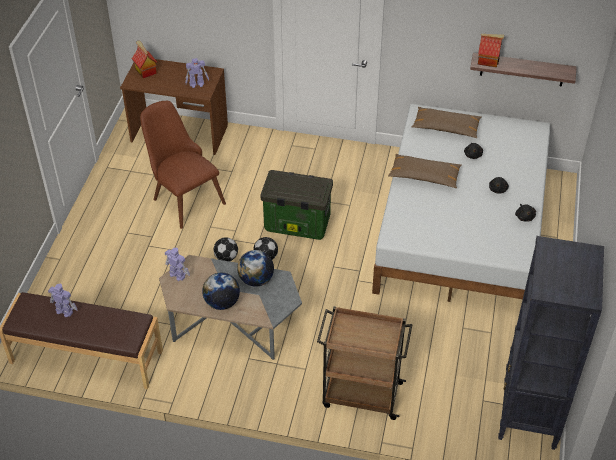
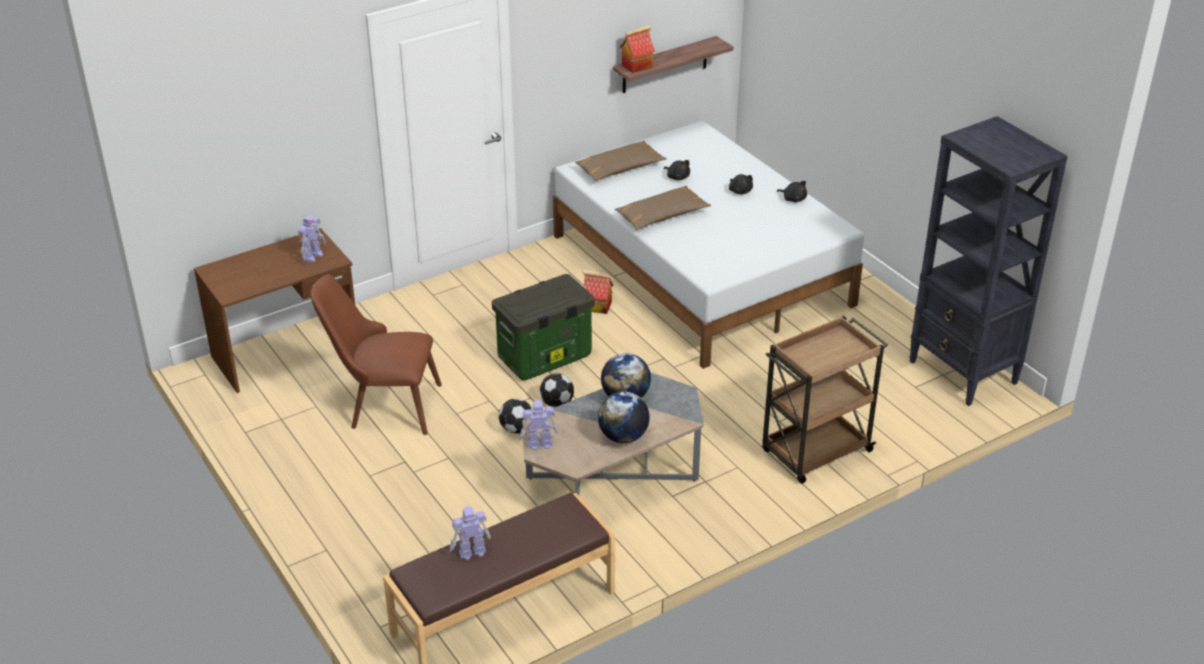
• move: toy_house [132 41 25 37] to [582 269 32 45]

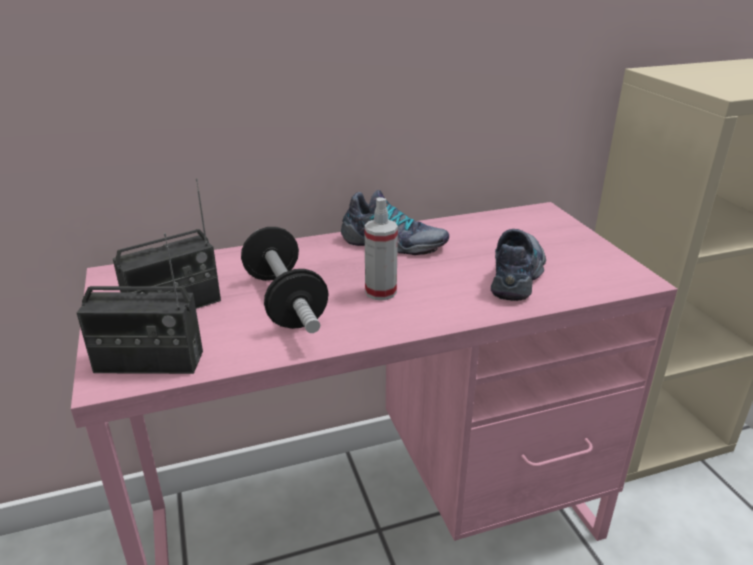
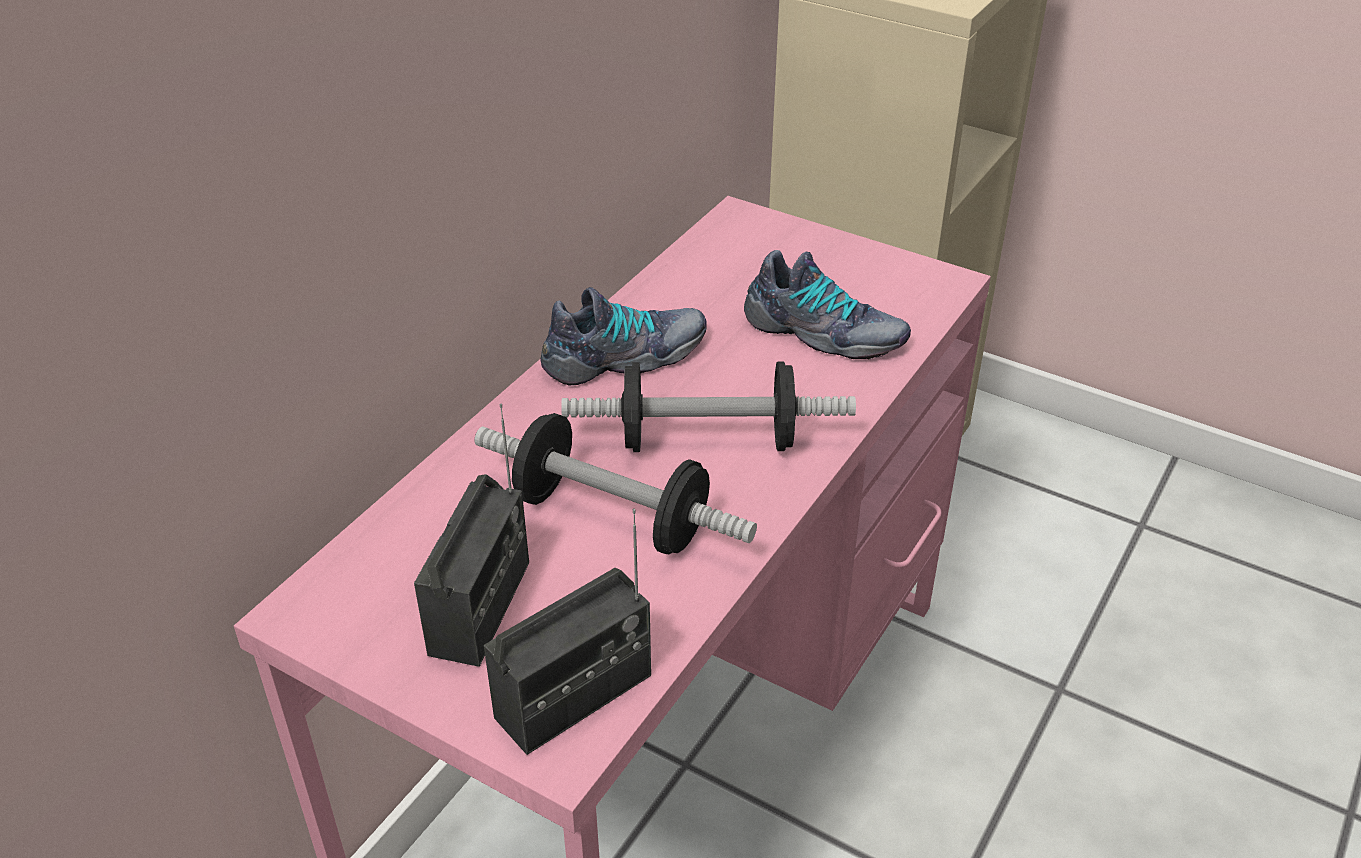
• replace: spray_bottle [364 197 34 103] to dumbbell [561 361 295 91]
• rotate: shoe [491 229 55 72] = [744 250 167 110] 135 degrees clockwise

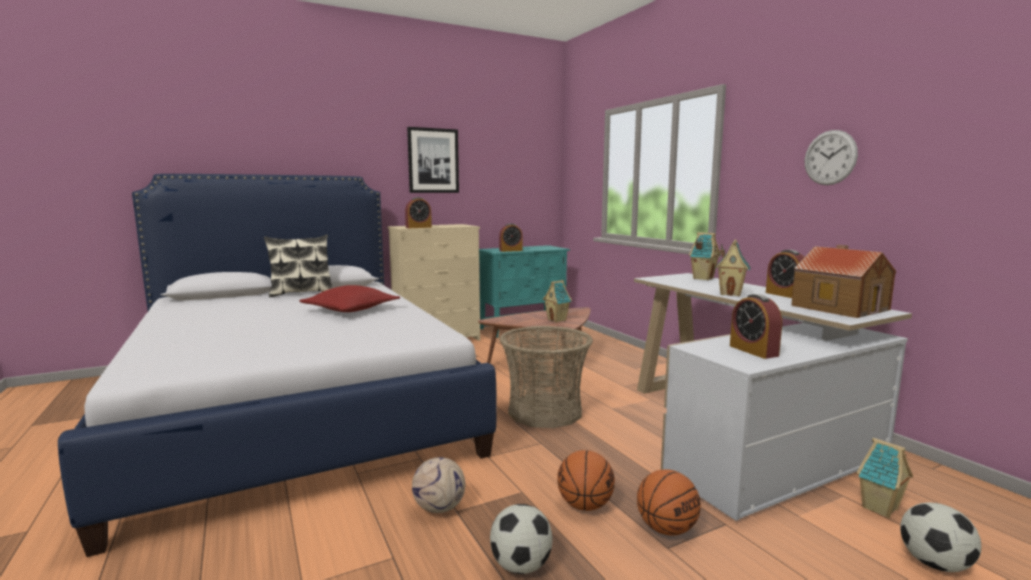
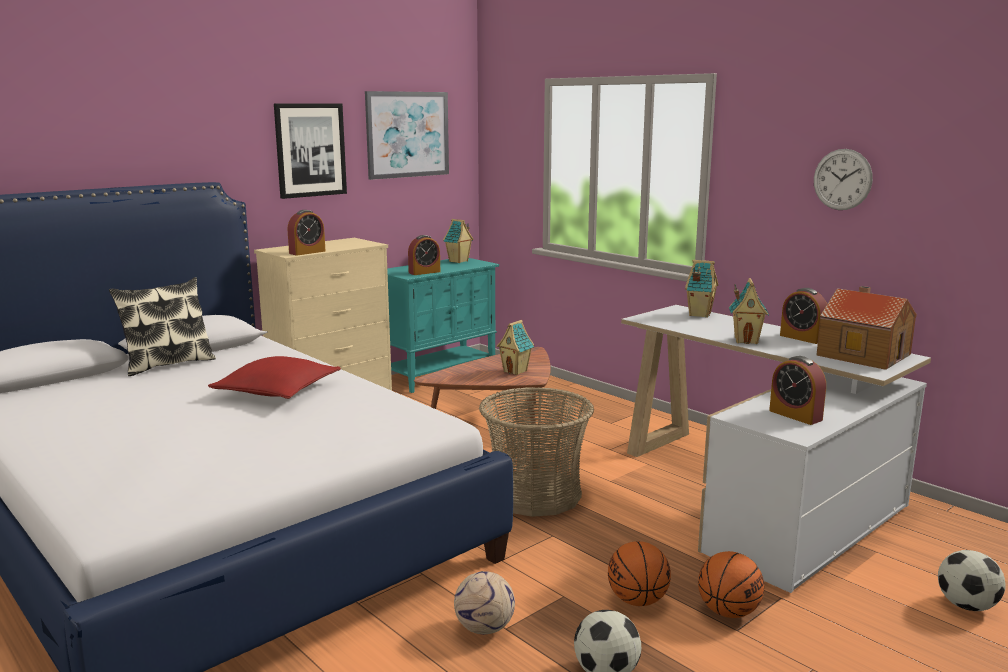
• move: toy_house [857 438 56 80] to [443 219 31 44]
• insert: picture [365 91 84 89]

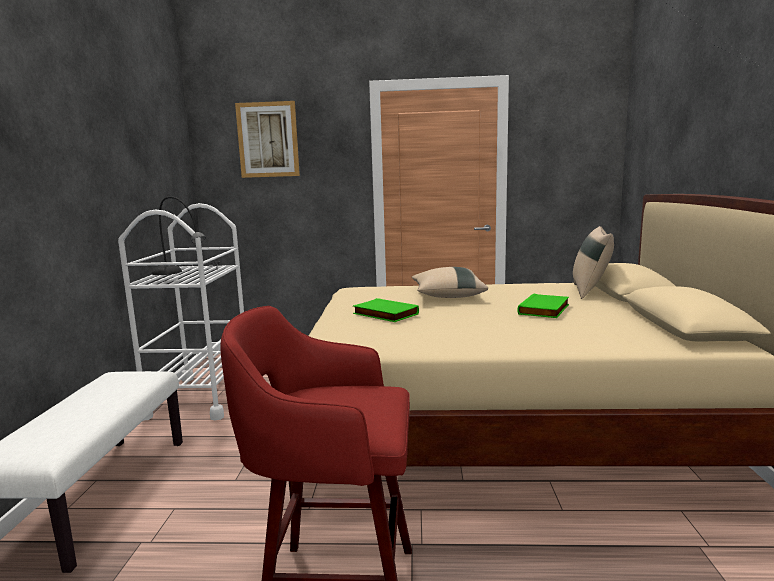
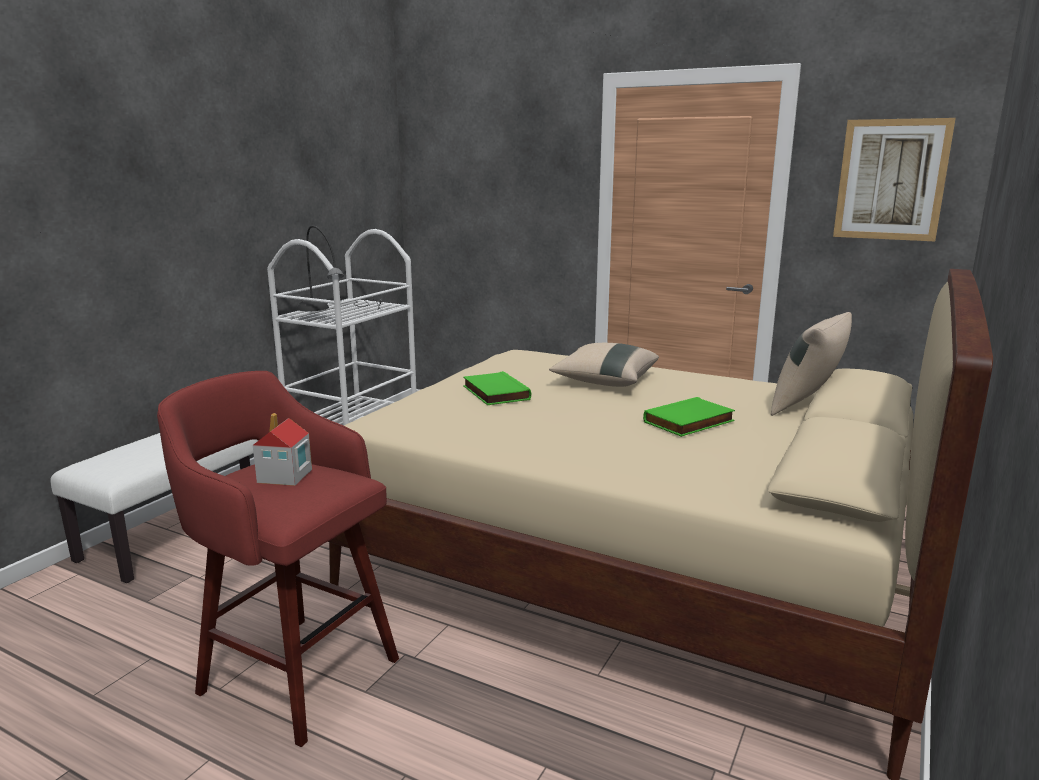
• move: picture [235 101 65 77] to [833 118 123 123]
• insert: toy_house [253 413 59 73]

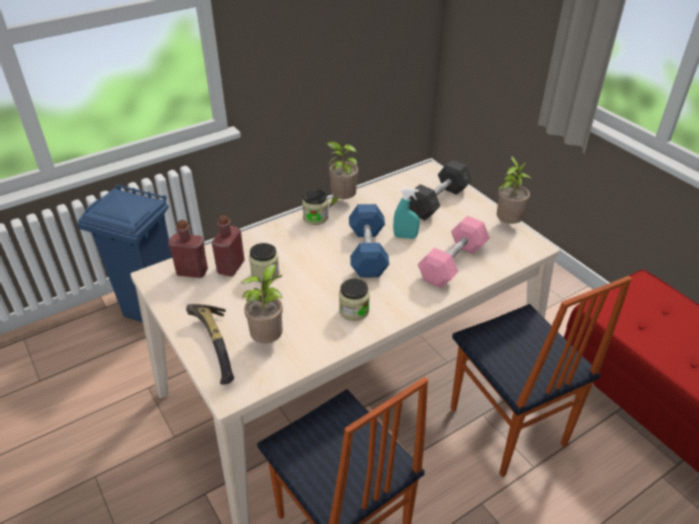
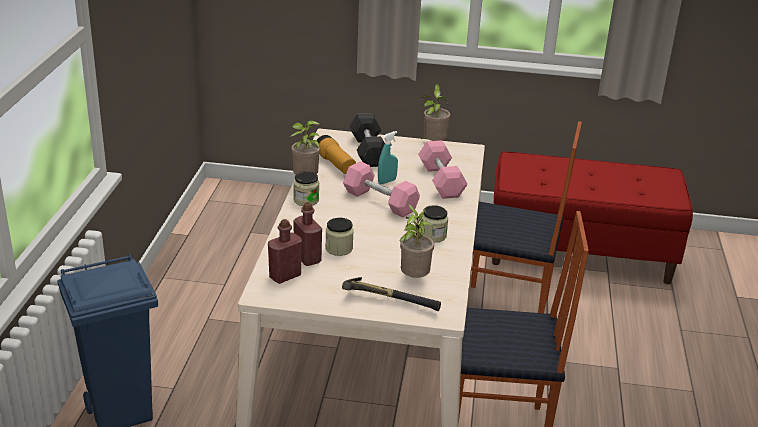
• recolor: blue_dumbbell [349 204 40 74] to pink_dumbbell [343 161 77 56]
• insert: flashlight [316 135 40 39]

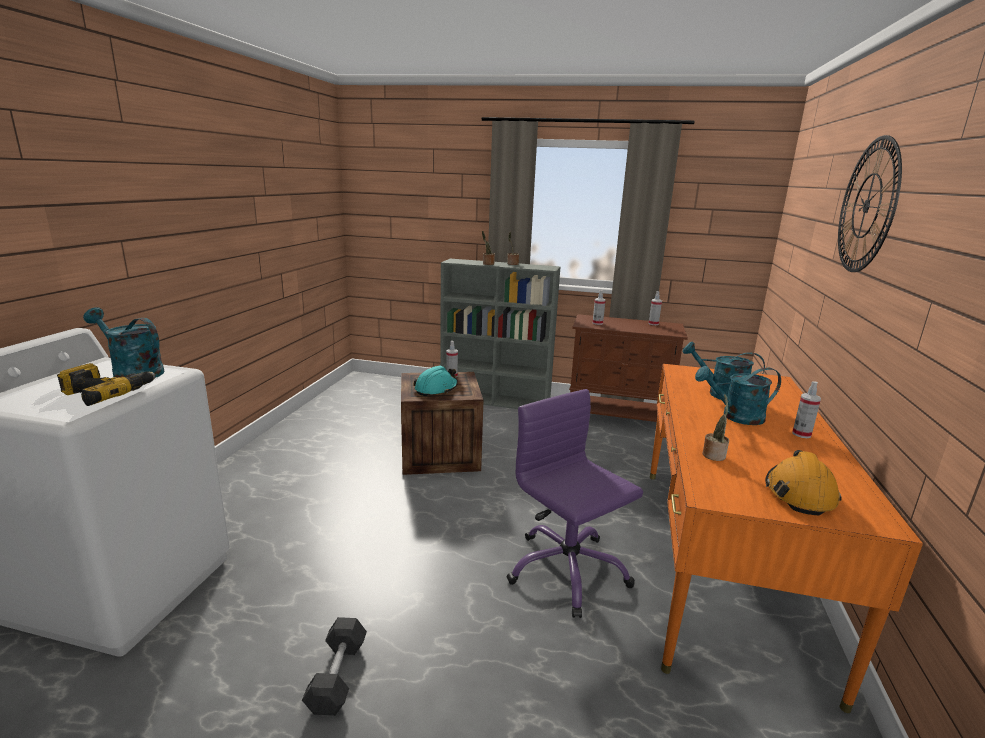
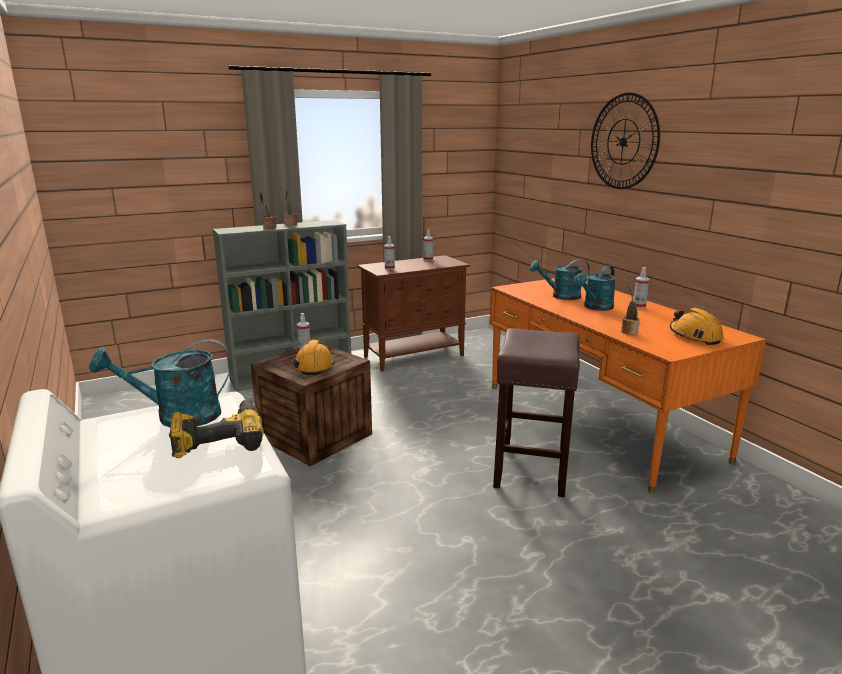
• recolor: turquoise_hard_hat [413 366 45 30] to orange_hard_hat [293 340 42 35]
• replace: purple_office_chair [506 389 137 229] to brown_stool [493 328 87 169]
• delete: grey_dumbbell [302 617 65 99]

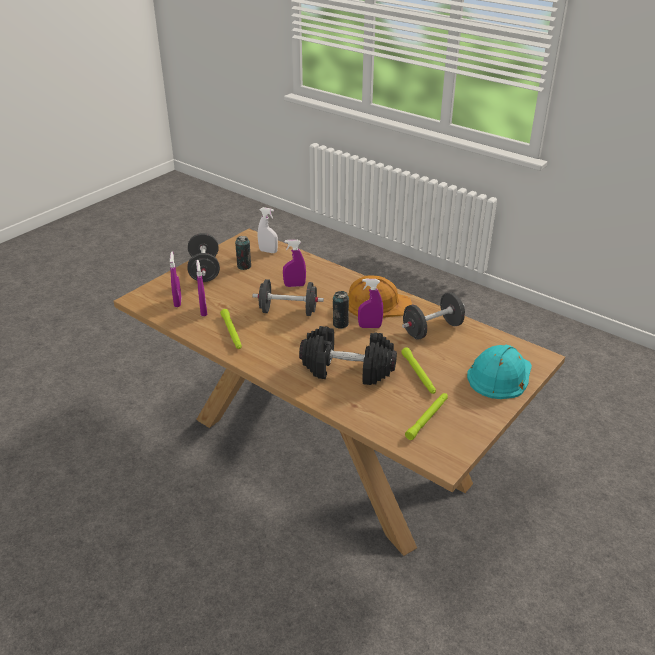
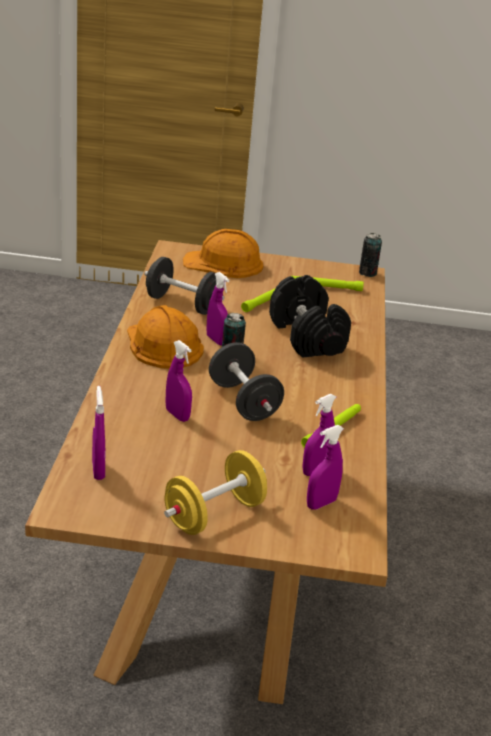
• recolor: white_spray_bottle [258 207 20 46] to purple_spray_bottle [92 386 13 94]
• recolor: black_dumbbell [187 233 33 49] to yellow_dumbbell [164 450 103 85]
• move: can [235 236 16 34] to [359 233 23 44]
• recolor: turquoise_hard_hat [467 345 65 54] to orange_hard_hat [183 229 80 49]

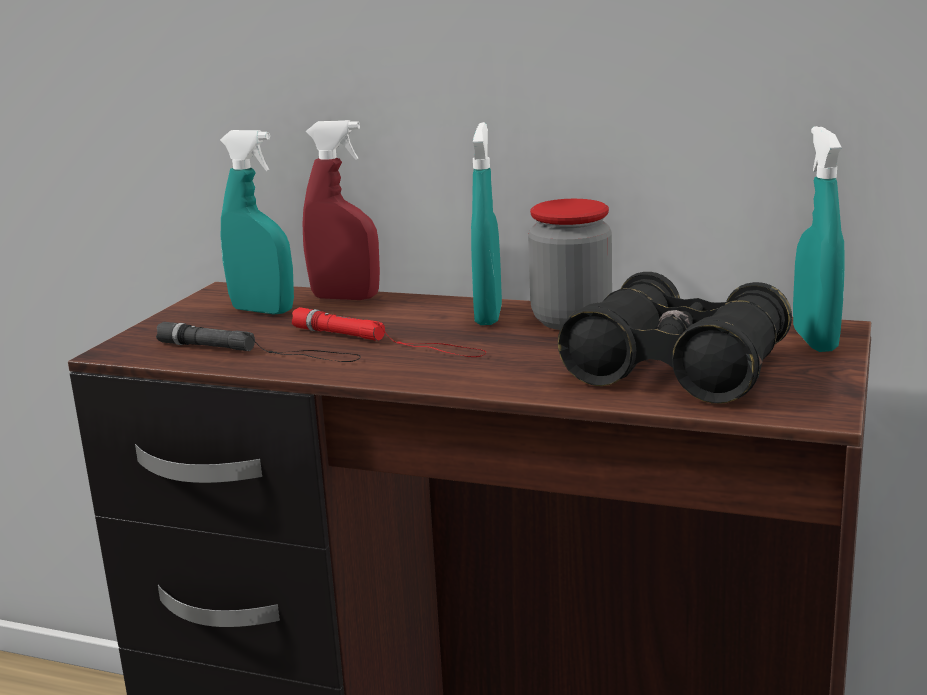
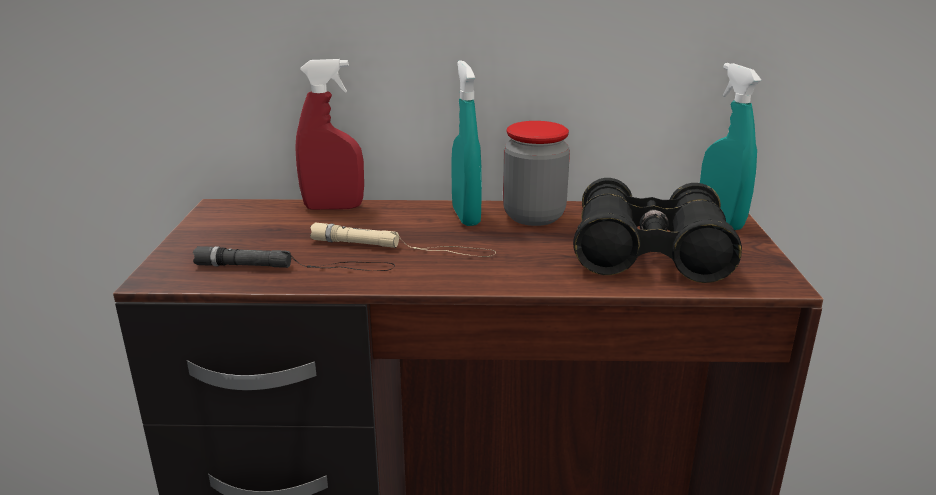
• delete: turquoise_spray_bottle [220 130 74 185]
• recolor: red_flashlight [291 307 195 50] to beige_flashlight [310 223 186 34]

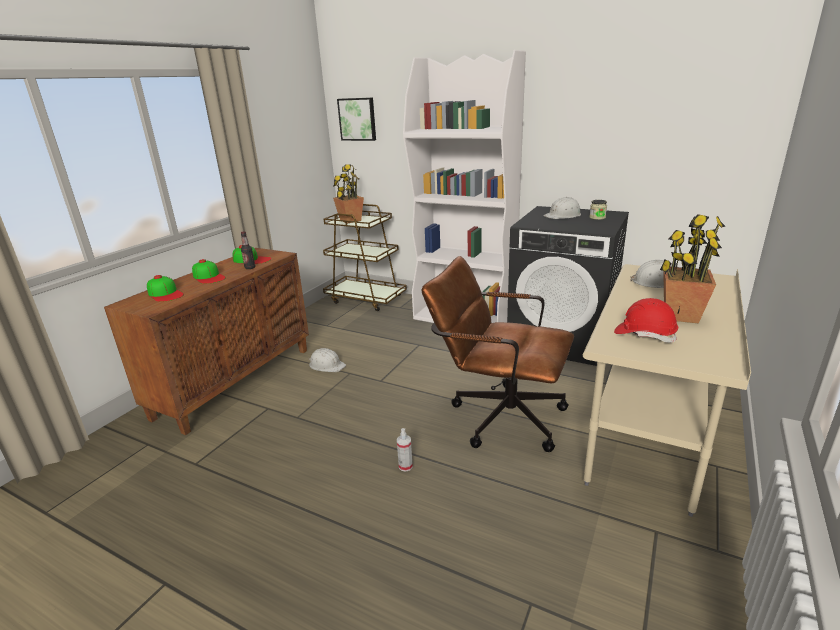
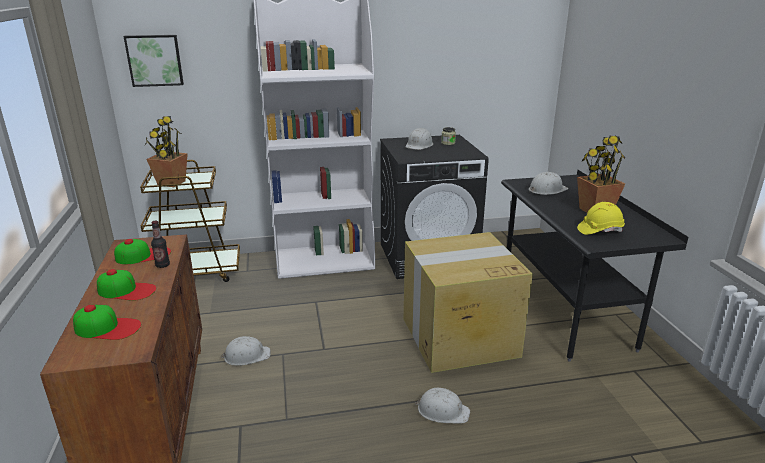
• replace: brown_office_chair [421 256 153 196] to cardboard_box [404 232 129 141]
• recolor: beige_desk [583 264 168 253] to black_desk [501 170 188 192]
• recolor: red_hard_hat [614 298 64 45] to yellow_hard_hat [577 202 48 33]
• replace: spray_bottle [397 428 16 44] to white_hard_hat [415 388 55 35]

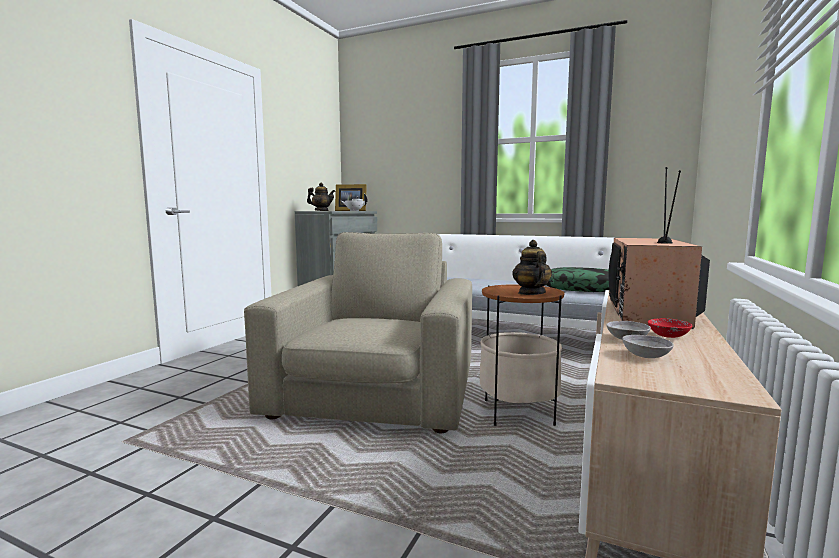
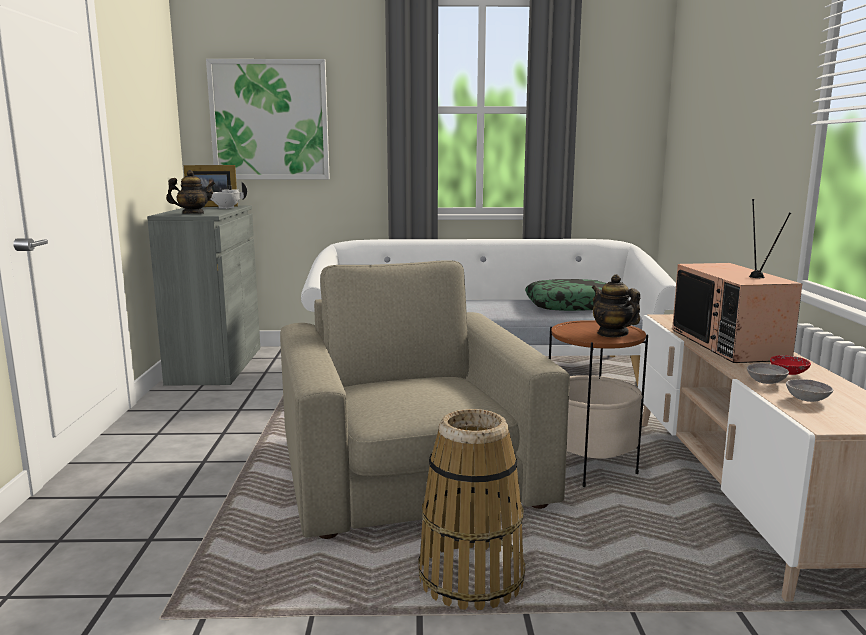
• insert: picture [206 59 124 120]
• insert: basket [418 409 107 201]

